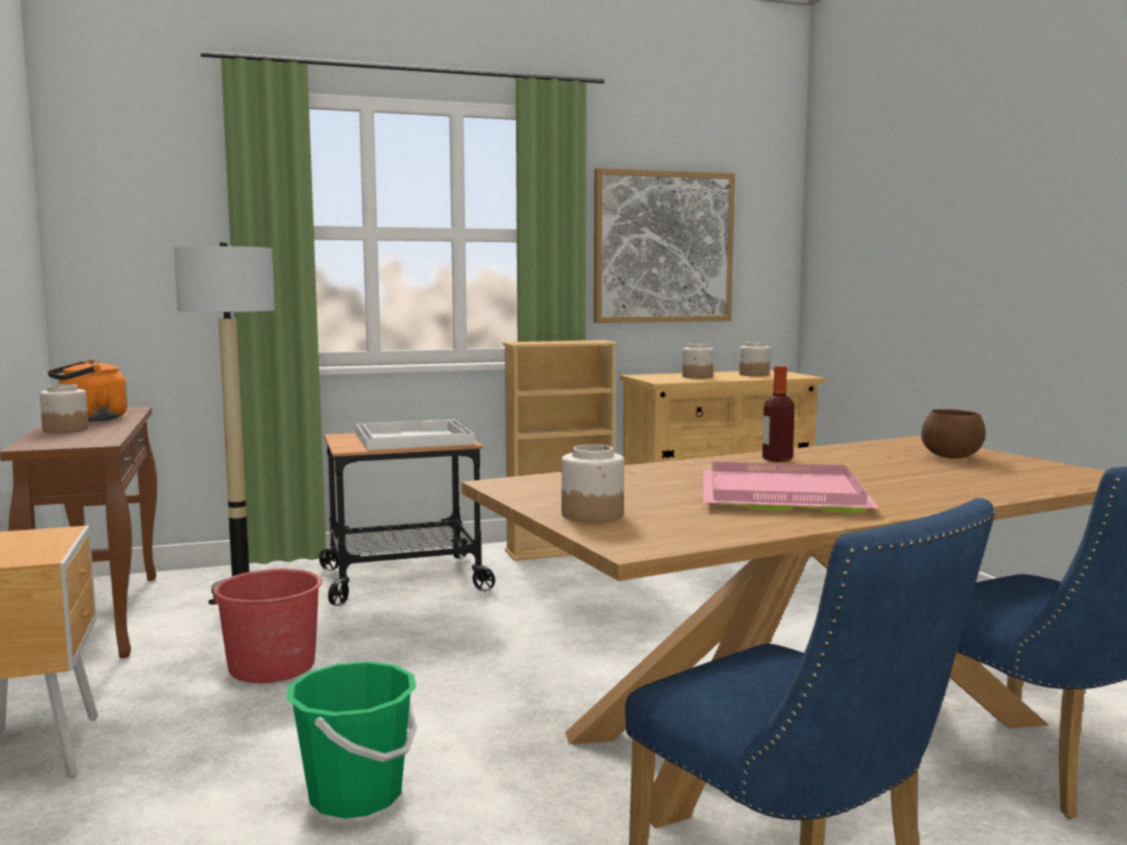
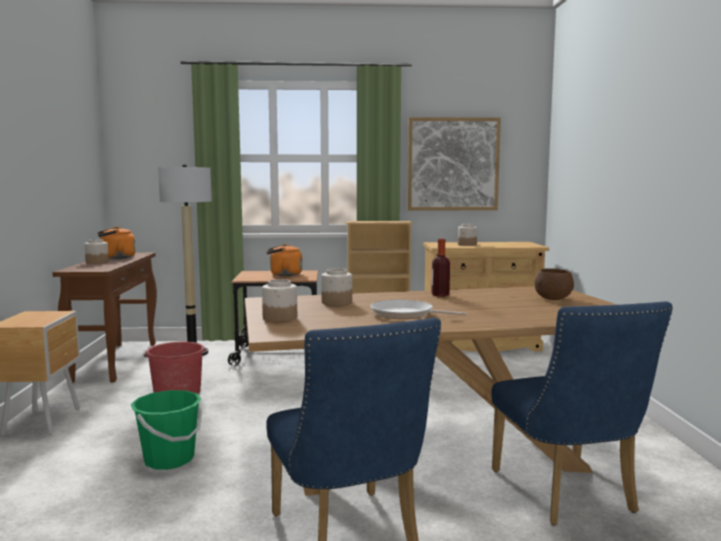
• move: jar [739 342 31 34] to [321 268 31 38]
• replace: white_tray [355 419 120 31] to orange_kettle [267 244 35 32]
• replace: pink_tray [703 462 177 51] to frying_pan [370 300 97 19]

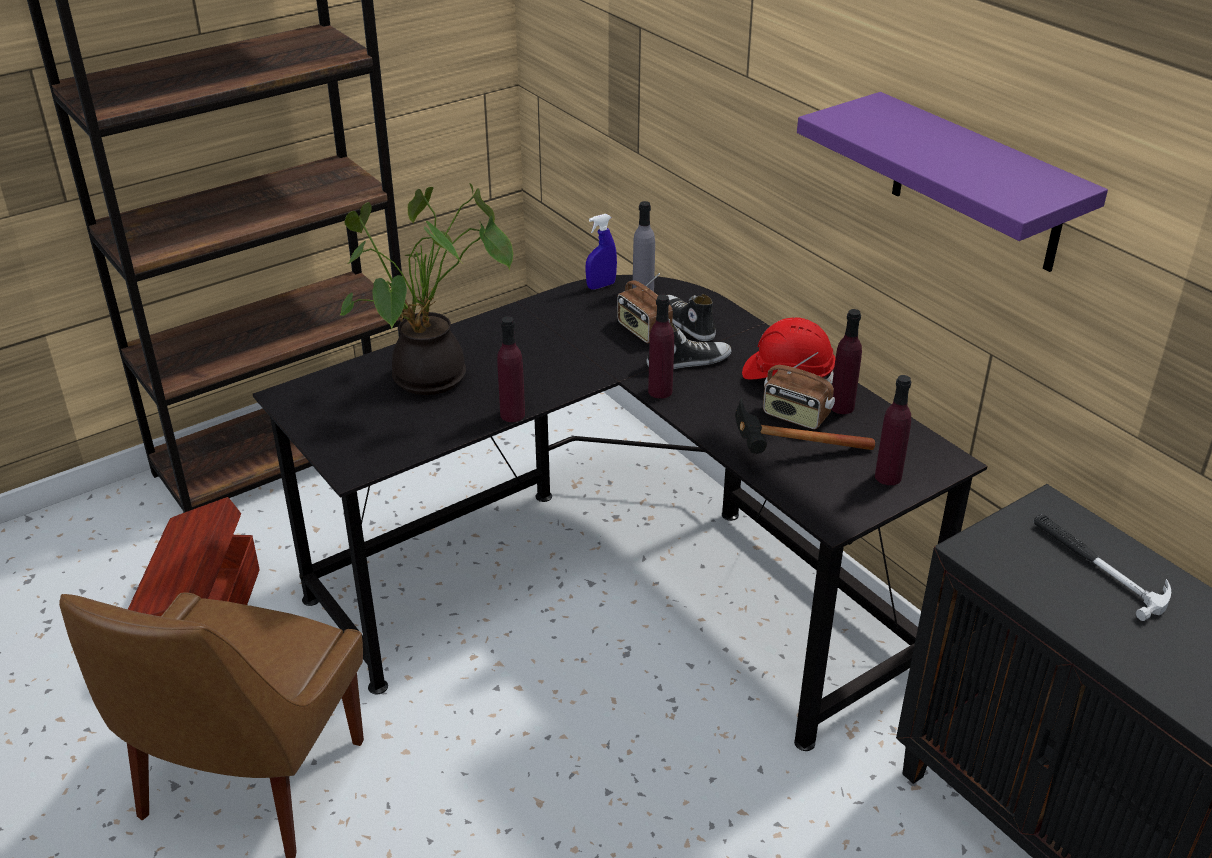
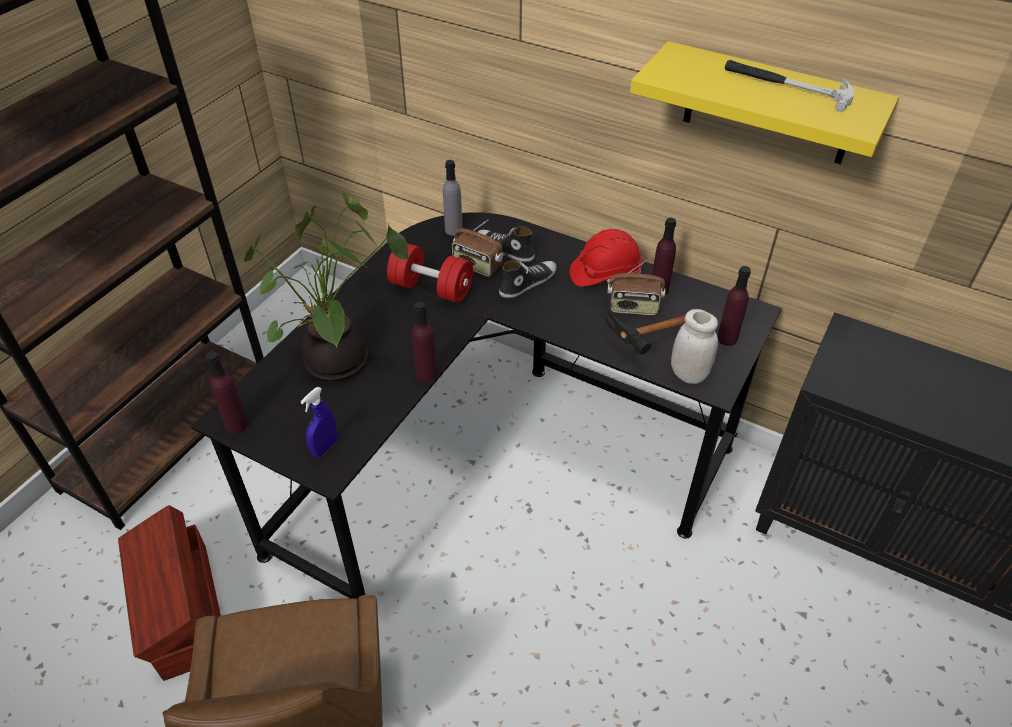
• recolor: purple_shelf [797 92 311 180] to yellow_shelf [630 41 269 123]
• move: blue_spray_bottle [585 214 32 76] to [300 387 38 70]
• move: purple_bottle [648 295 26 104] to [206 352 42 81]
• move: hammer [1034 514 137 107] to [725 60 129 52]
• insert: red_dumbbell [387 243 86 60]
• insert: white_jar [671 309 47 75]

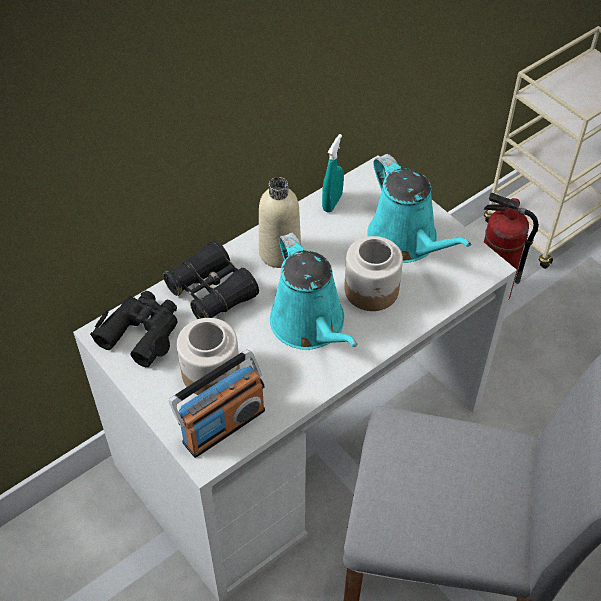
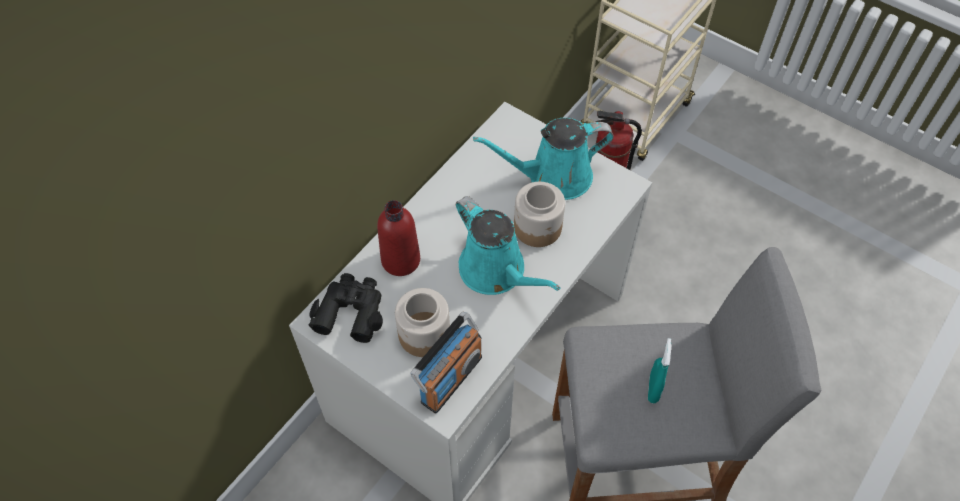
• move: turquoise_spray_bottle [322 134 22 79] to [648 338 23 65]
• rotate: turquoise_watering_can [367 154 104 109] = [473 118 141 82] 120 degrees clockwise
• delete: beige_bottle [259 177 42 91]
• replace: black_binoculars [163 240 96 79] to red_bottle [377 200 43 76]

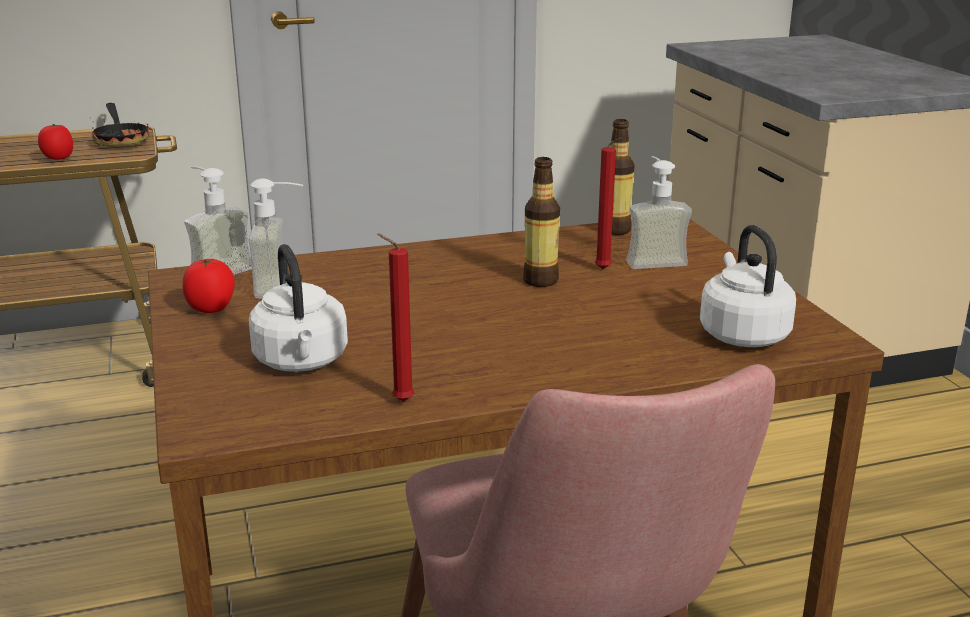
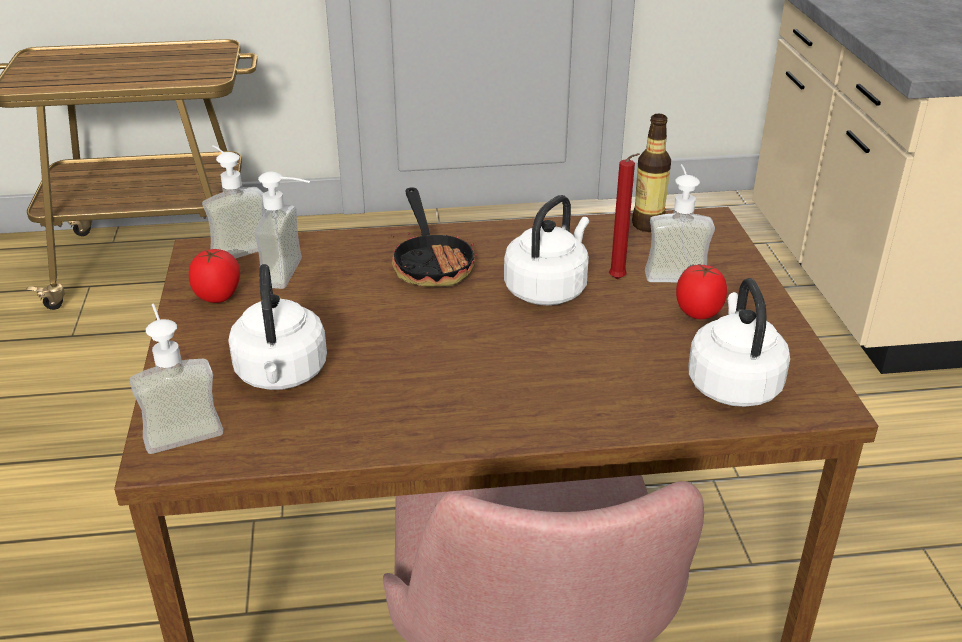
• move: frying_pan [92 103 57 43] to [391 187 86 100]
• move: tomato [38 124 35 36] to [676 265 51 54]
• replace: bottle [523 157 37 130] to white_kettle [504 195 85 110]
• delete: red_candle [377 233 37 169]
• insert: soap_dispenser [130 303 93 151]

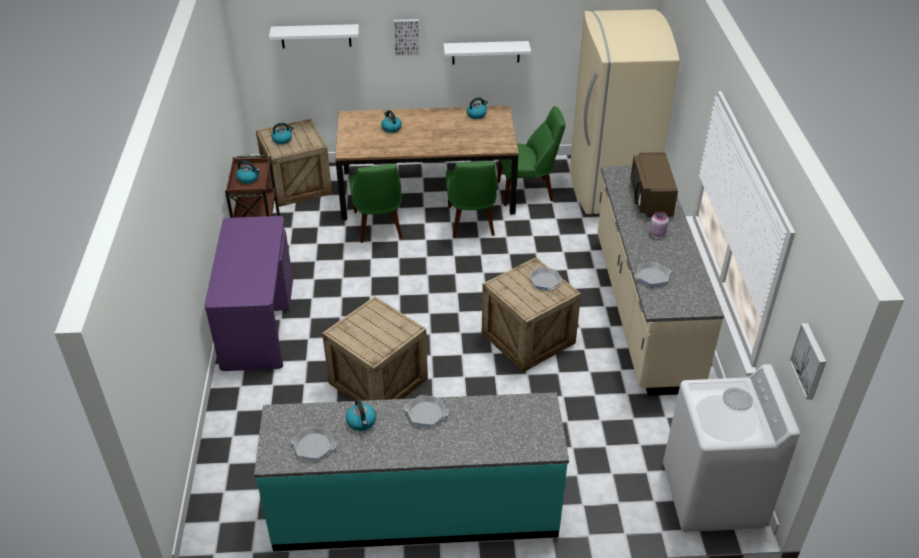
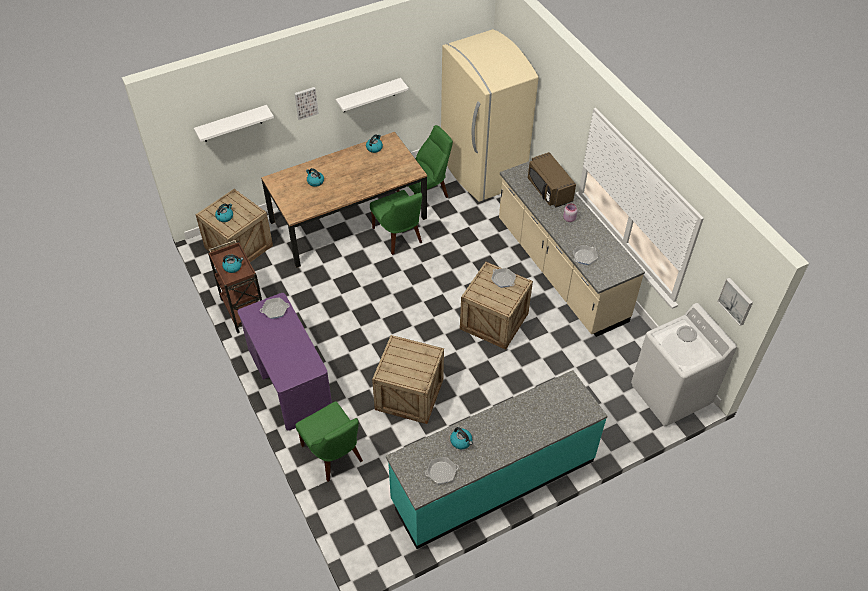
• move: green_chair [349 164 54 79] to [296 401 67 81]
• move: frying_pan [404 395 45 32] to [260 298 30 21]

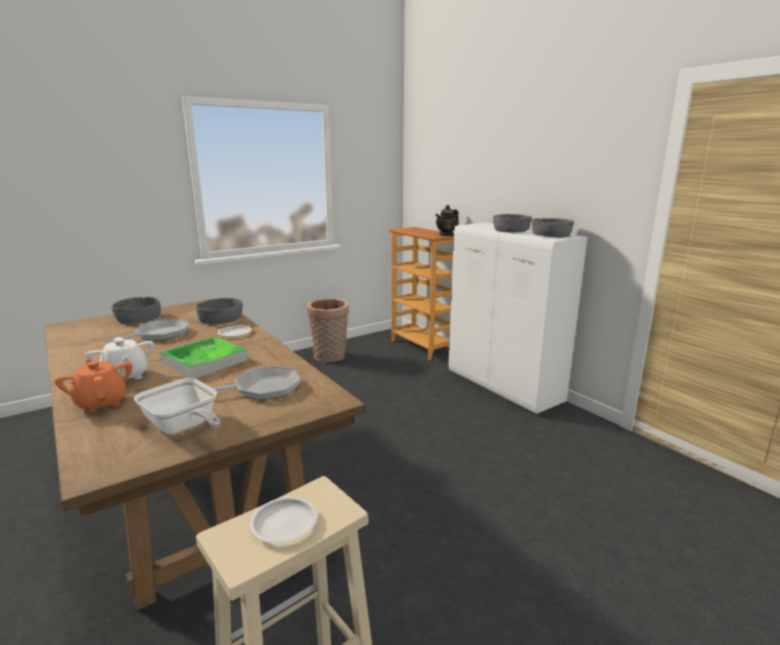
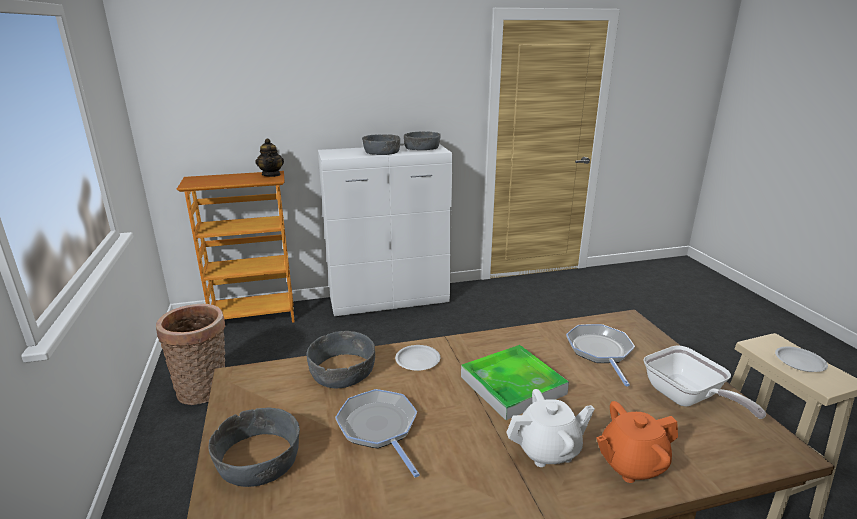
• rotate: frying_pan [134 378 87 56] = [644 345 122 74] 90 degrees clockwise

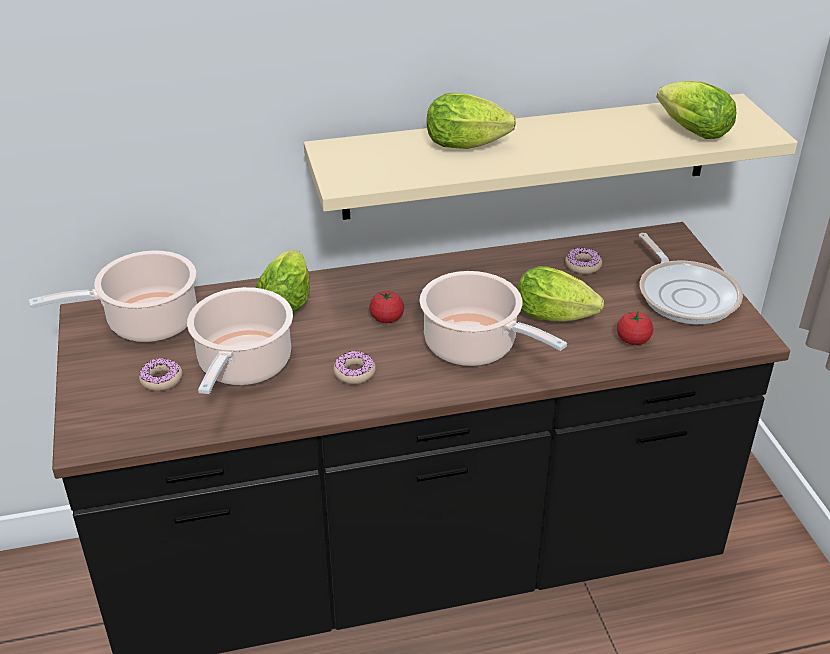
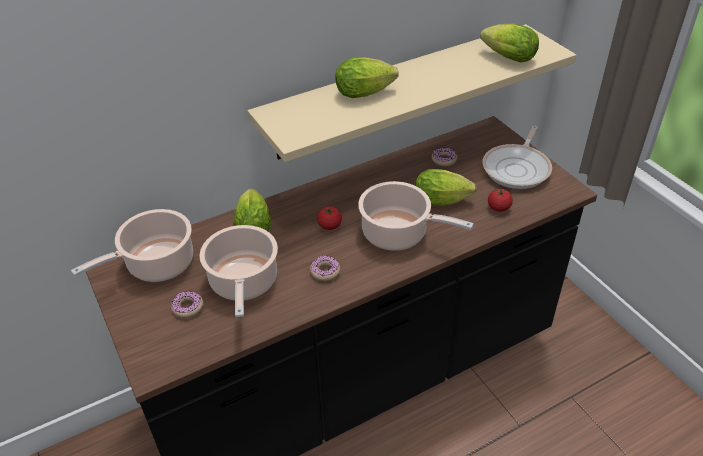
• rotate: frying_pan [639 233 104 91] = [482 126 70 63] 60 degrees clockwise

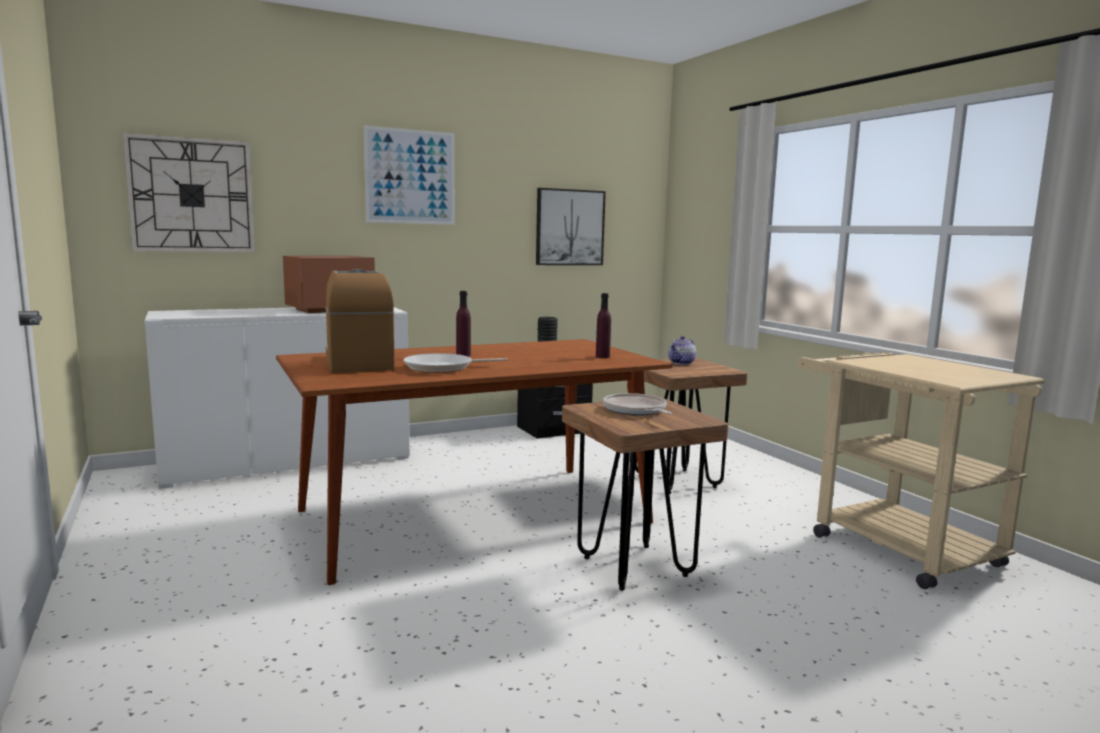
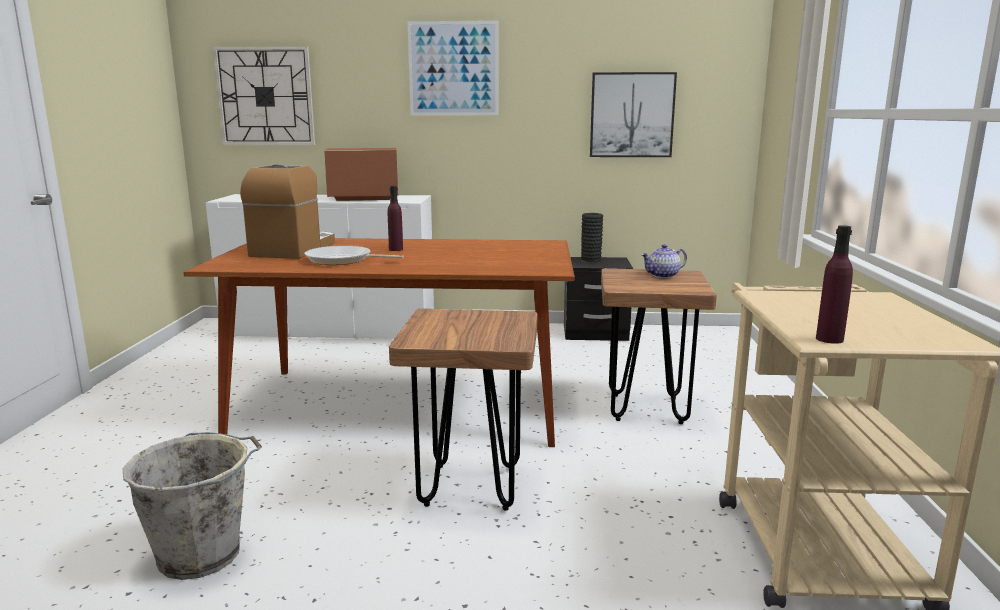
• move: purple_bottle [596 293 15 65] to [816 225 37 119]
• delete: frying_pan [603 393 69 23]
• insert: grey_bucket [123 432 139 148]

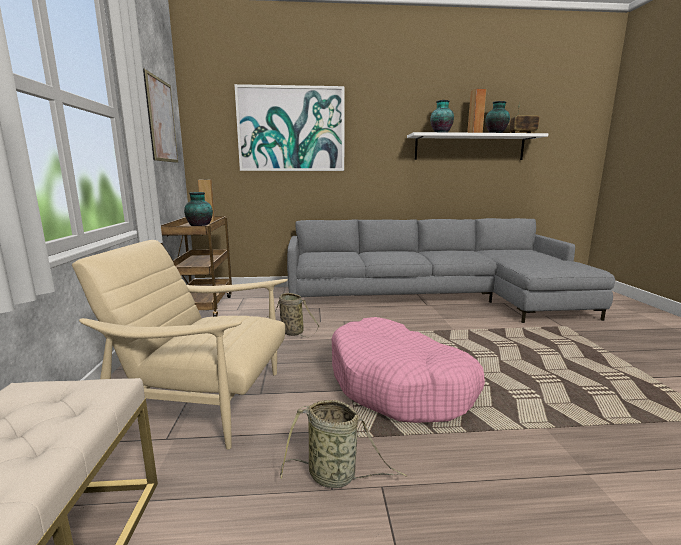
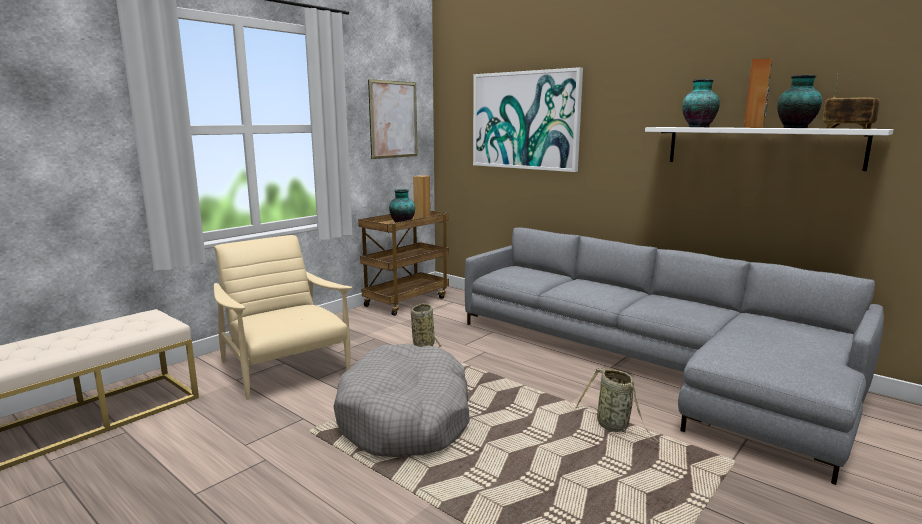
• recolor: pink_dog_bed [332 317 153 106] to grey_dog_bed [333 344 136 113]
• move: basket [280 400 128 88] to [575 368 85 75]

